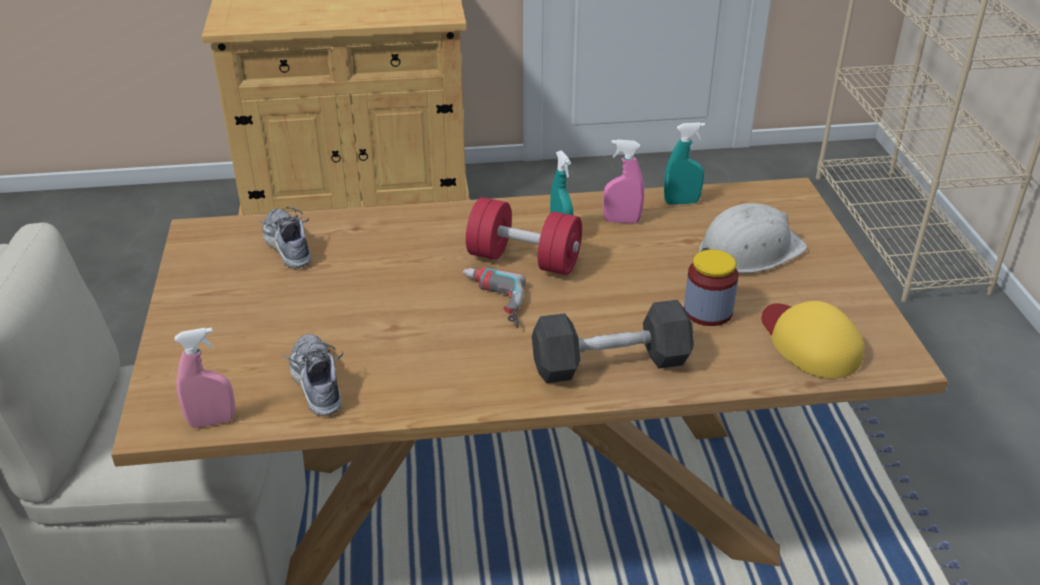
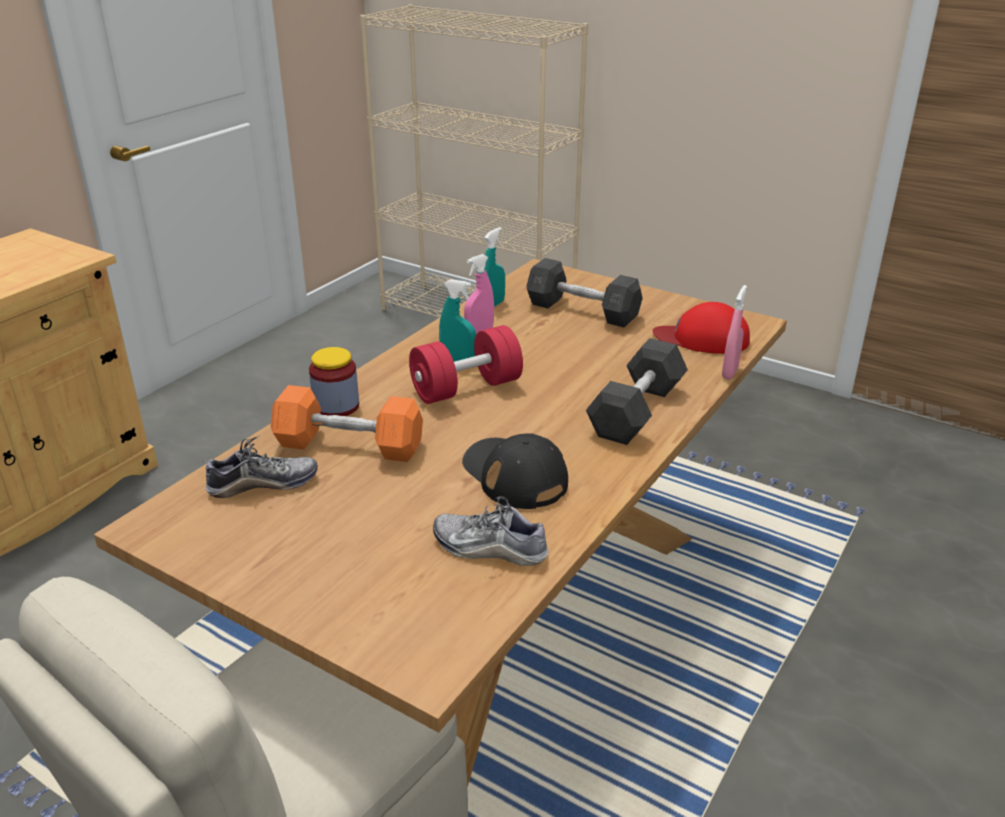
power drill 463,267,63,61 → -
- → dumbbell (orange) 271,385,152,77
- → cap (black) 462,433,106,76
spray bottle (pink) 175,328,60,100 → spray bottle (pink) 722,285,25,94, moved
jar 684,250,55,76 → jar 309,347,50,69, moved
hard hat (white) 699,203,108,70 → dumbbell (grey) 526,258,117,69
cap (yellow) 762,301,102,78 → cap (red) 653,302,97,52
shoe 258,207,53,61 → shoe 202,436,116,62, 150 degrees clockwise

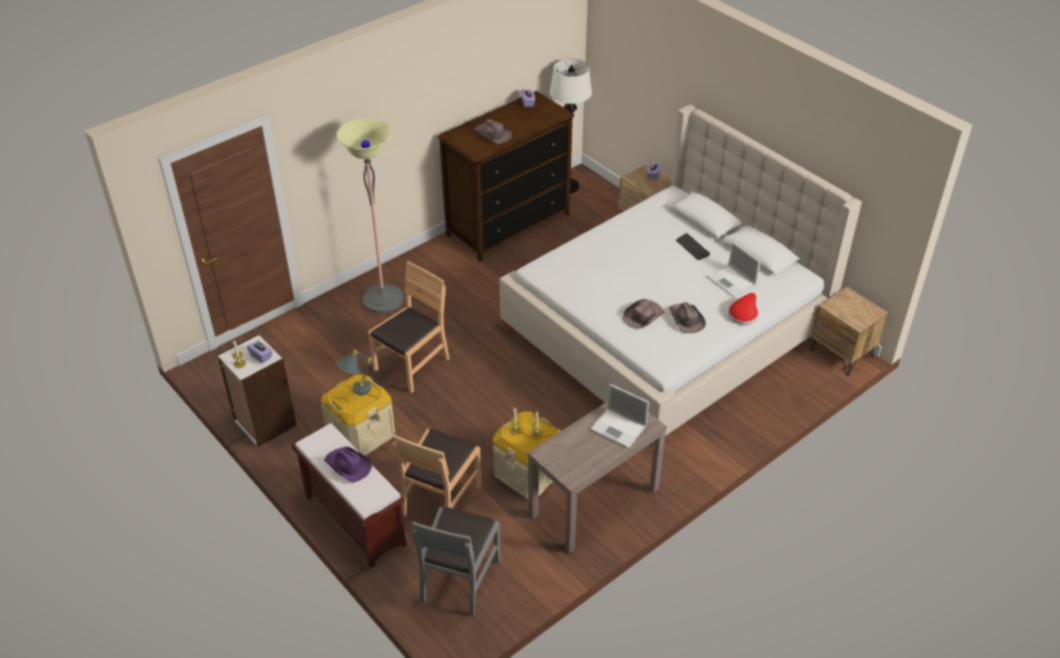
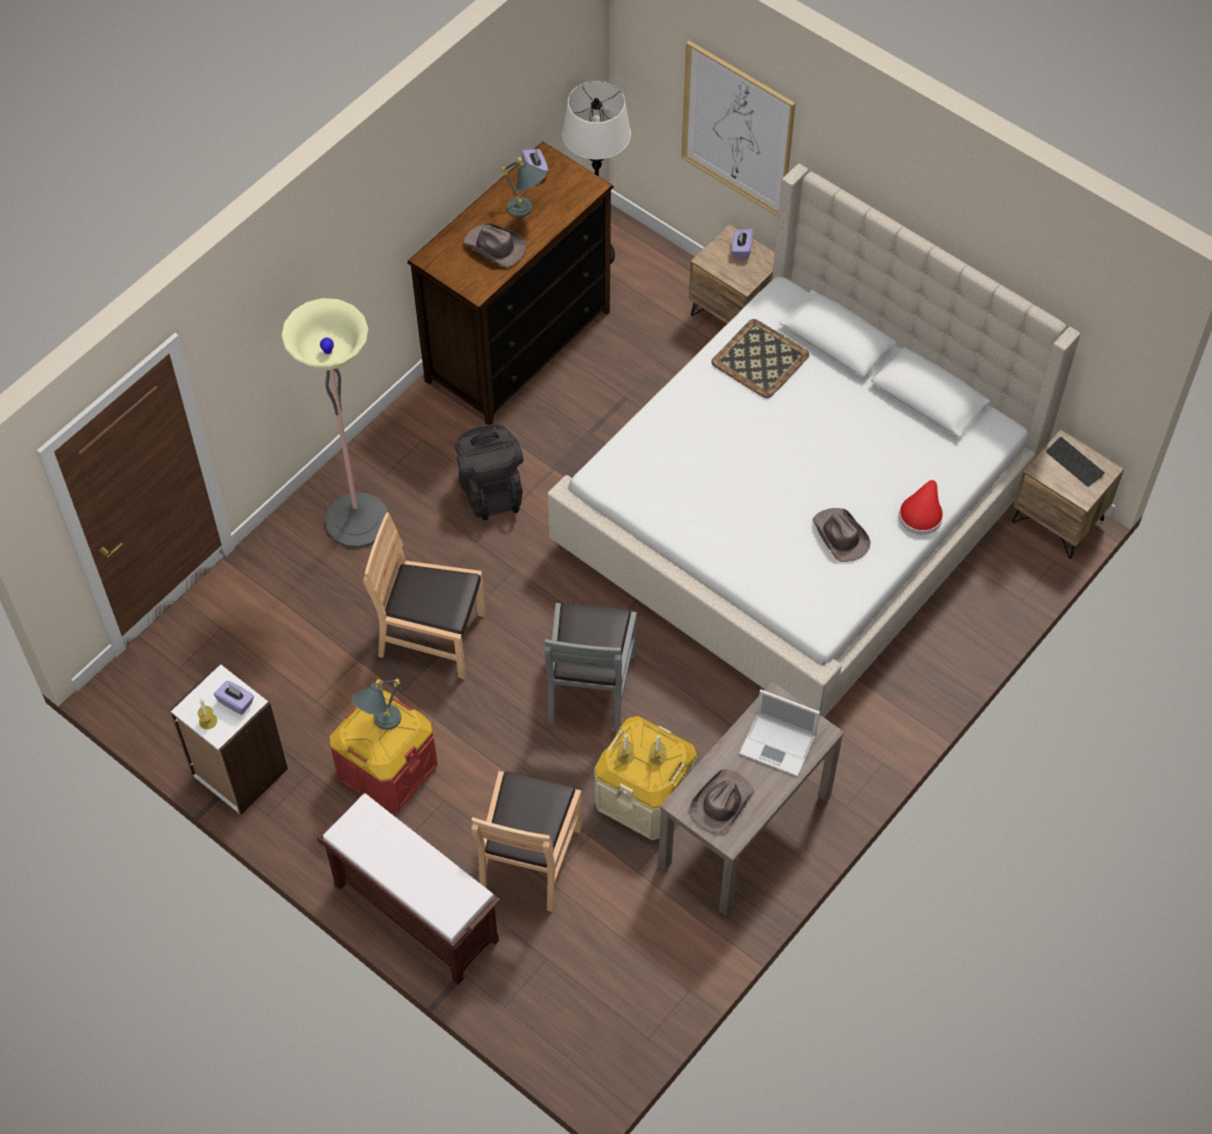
hat (purple) 324,447,48,36 → -
laptop 707,242,53,55 → -
- → backpack (black) 455,425,69,96
- → table lamp (grey) 501,157,45,60
- → picture 681,40,114,177
- → tray 711,319,98,79
chair (grey) 412,507,88,110 → chair (grey) 544,602,93,130, moved
hat (brown) 622,299,42,30 → hat (brown) 689,769,65,64, moved
keyboard 676,233,34,27 → keyboard 1046,437,58,50, moved
storage box (beige) 321,374,74,82 → storage box (red) 329,690,109,123
chair (brown) 368,261,82,133 → chair (brown) 363,512,122,167, 105 degrees counterclockwise

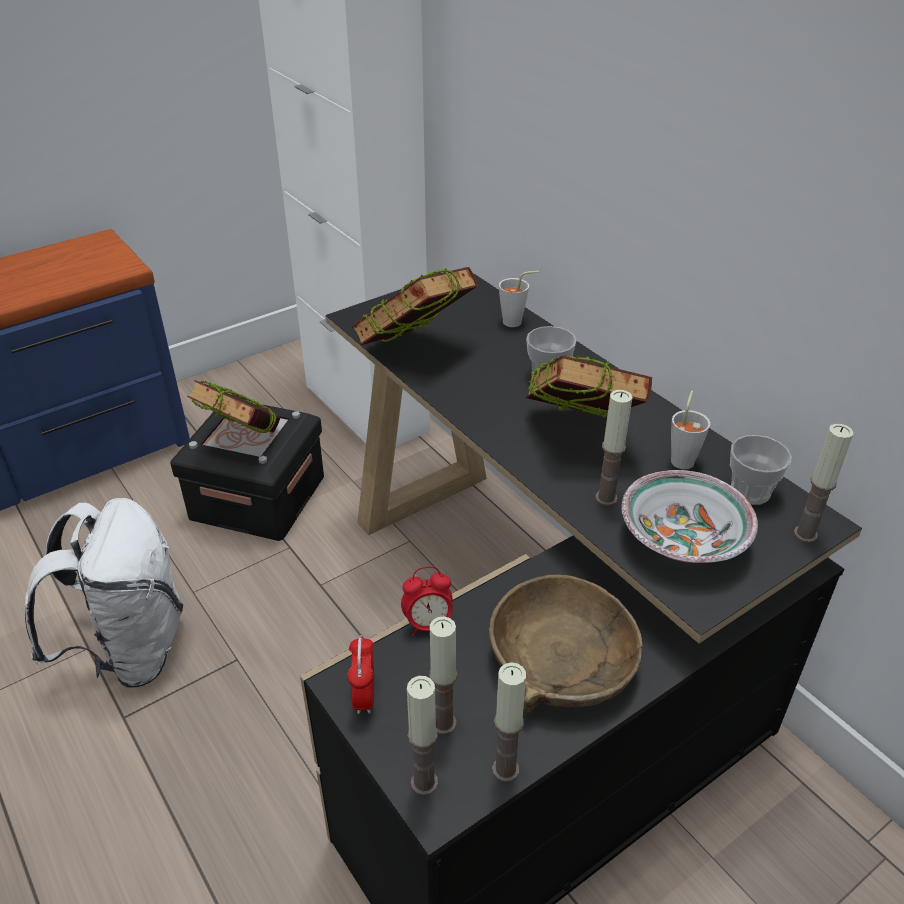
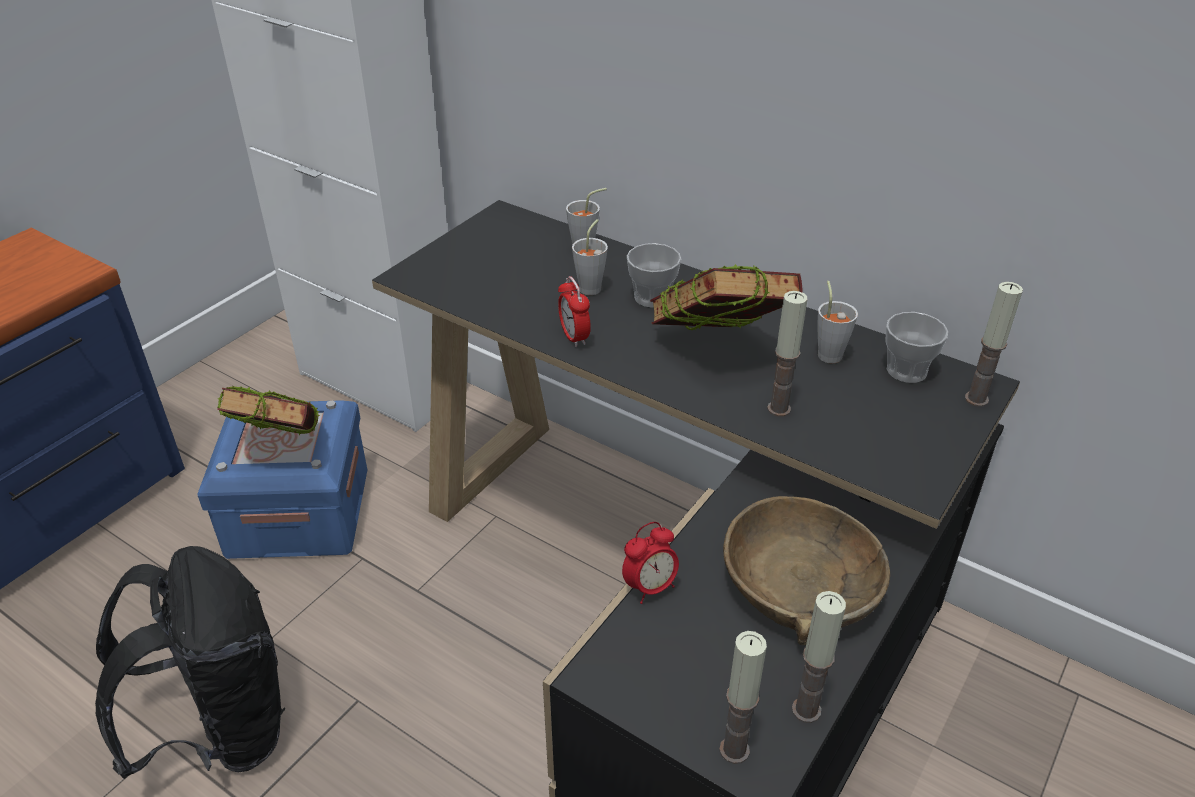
book 351,267,127,79 → -
candle 429,616,28,119 → -
bowl 621,470,137,93 → -
- → cup (grey) 572,219,36,76
alarm clock 347,635,27,79 → alarm clock 558,276,33,71, moved
backpack (white) 25,498,158,190 → backpack (black) 95,546,190,233
storage box (black) 170,405,154,136 → storage box (blue) 197,400,170,159

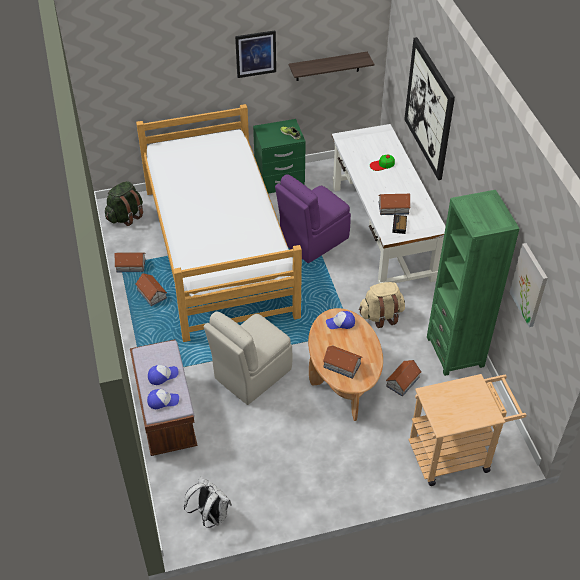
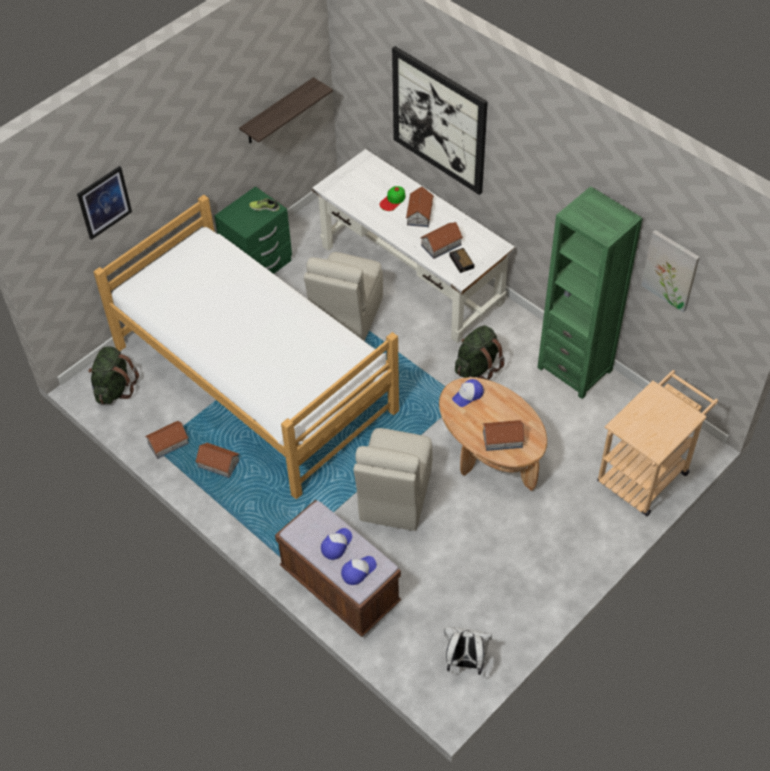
picture 235,30,41,48 → picture 77,166,55,74, moved
toy house 386,360,35,36 → toy house 406,186,28,41, moved
chair (purple) 275,174,76,89 → chair (beige) 304,252,79,89
backpack (beige) 359,282,46,46 → backpack (green) 455,325,50,55

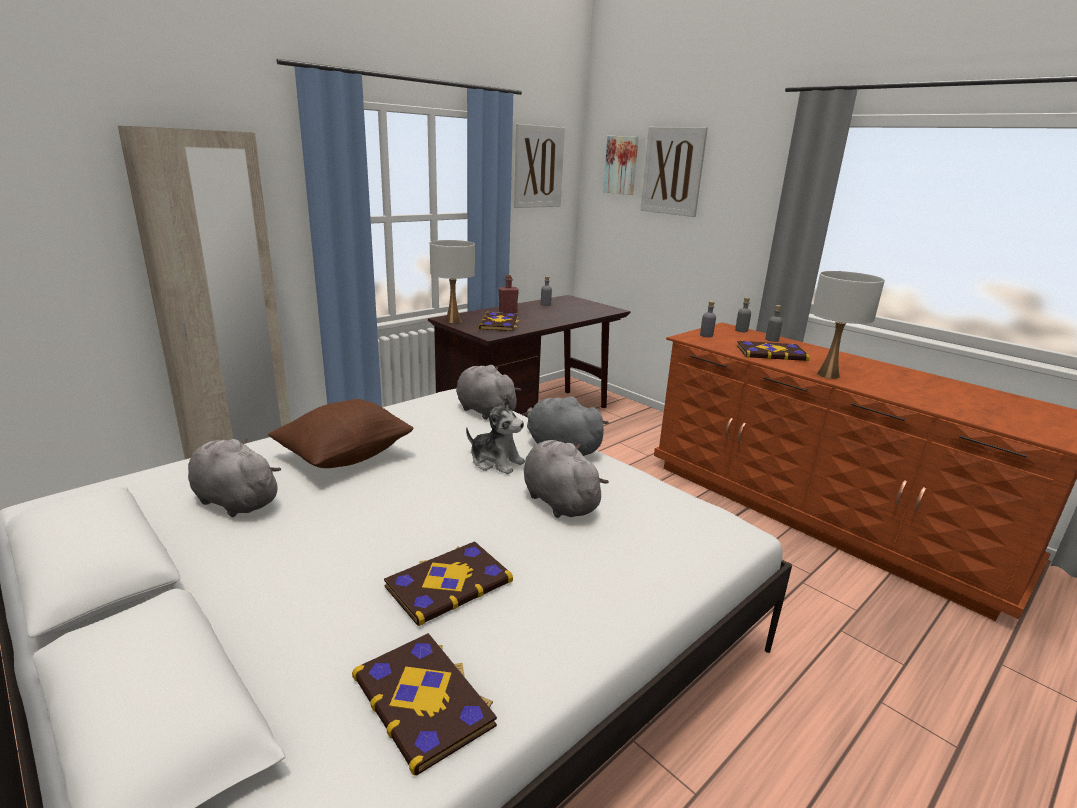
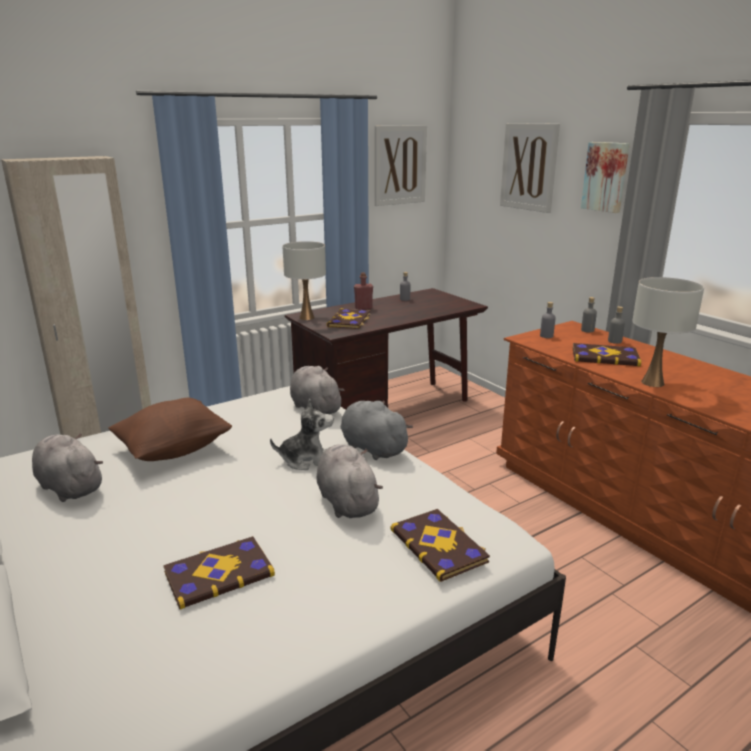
book 352,633,145,142 → book 391,509,99,73, moved
picture 603,136,36,59 → picture 581,142,49,71, moved
plush toy 466,397,59,77 → plush toy 270,399,64,71, 45 degrees counterclockwise

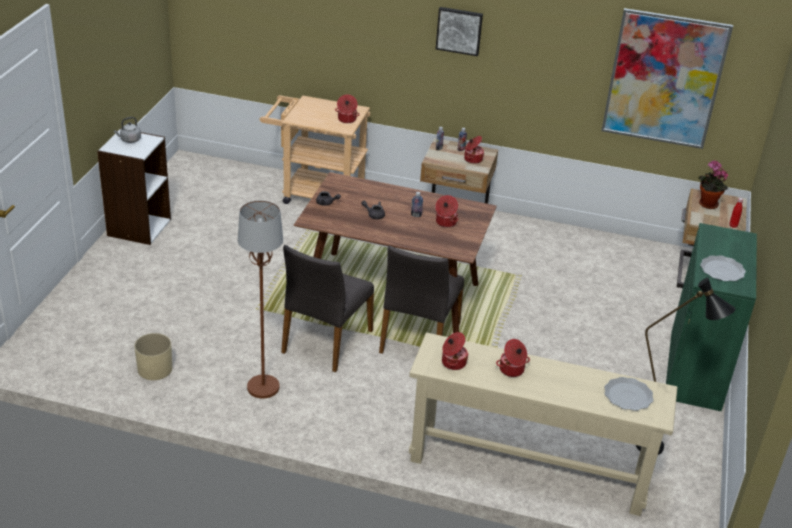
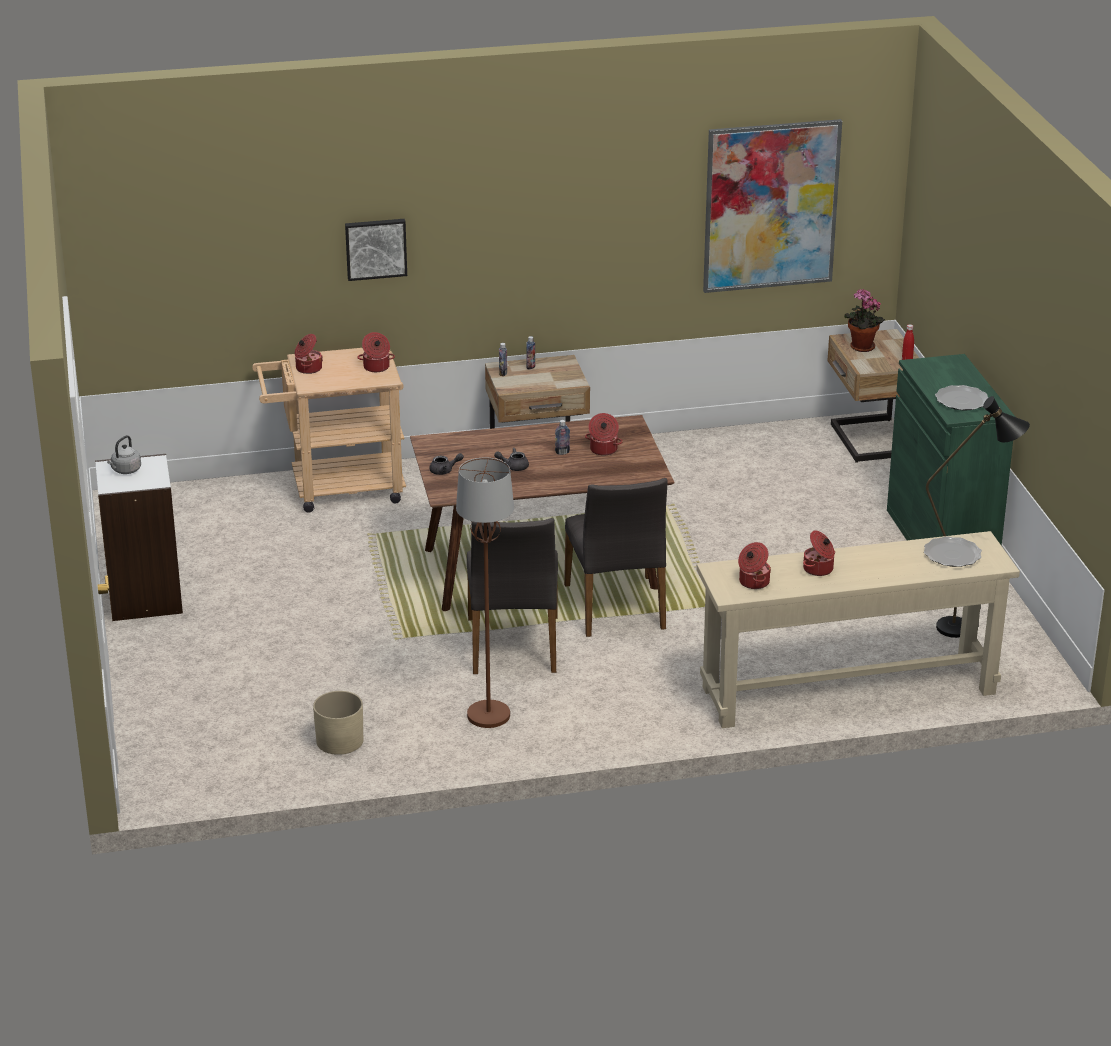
picture 436,7,47,49 → picture 345,219,62,62, moved
cooking pot 464,136,20,28 → cooking pot 295,334,28,40, moved

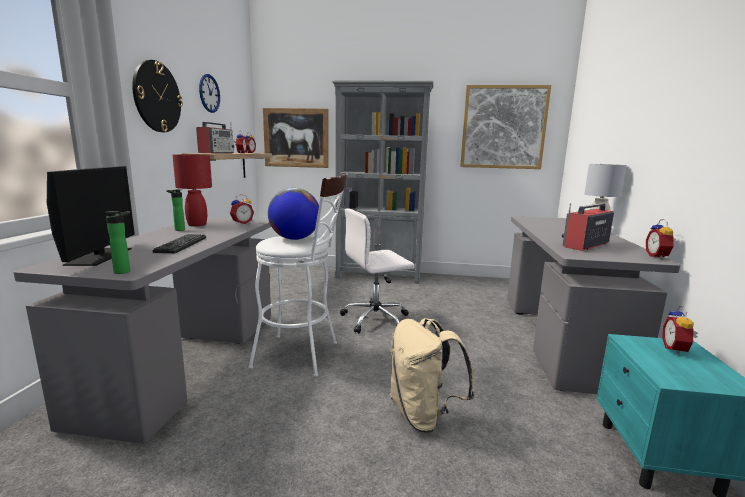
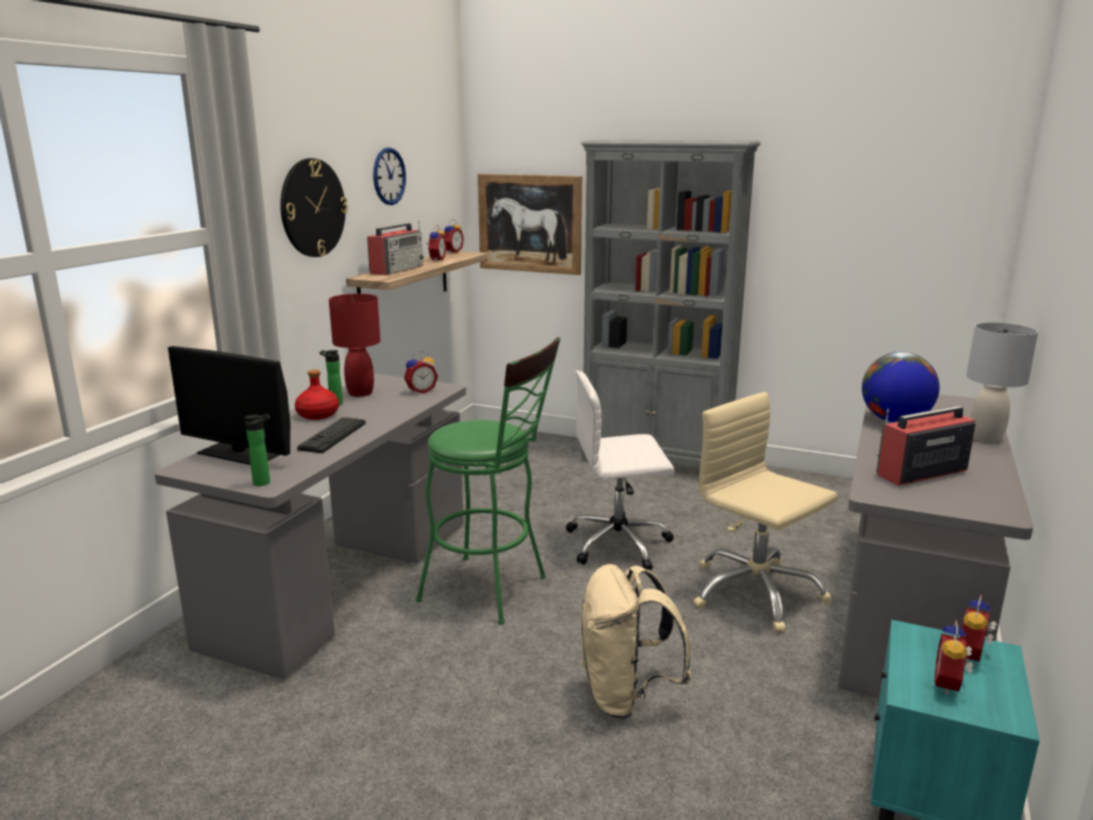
picture 460,85,91,84 → -
- → bottle (red) 295,370,44,50
- → office chair (beige) 694,392,144,240
globe 268,188,51,52 → globe 862,352,78,70, moved
alarm clock 646,219,30,40 → alarm clock 935,620,39,75, moved
stool (white) 248,174,99,203 → stool (green) 416,337,145,287
monitor 47,166,88,100 → monitor 168,346,122,119, 105 degrees clockwise

